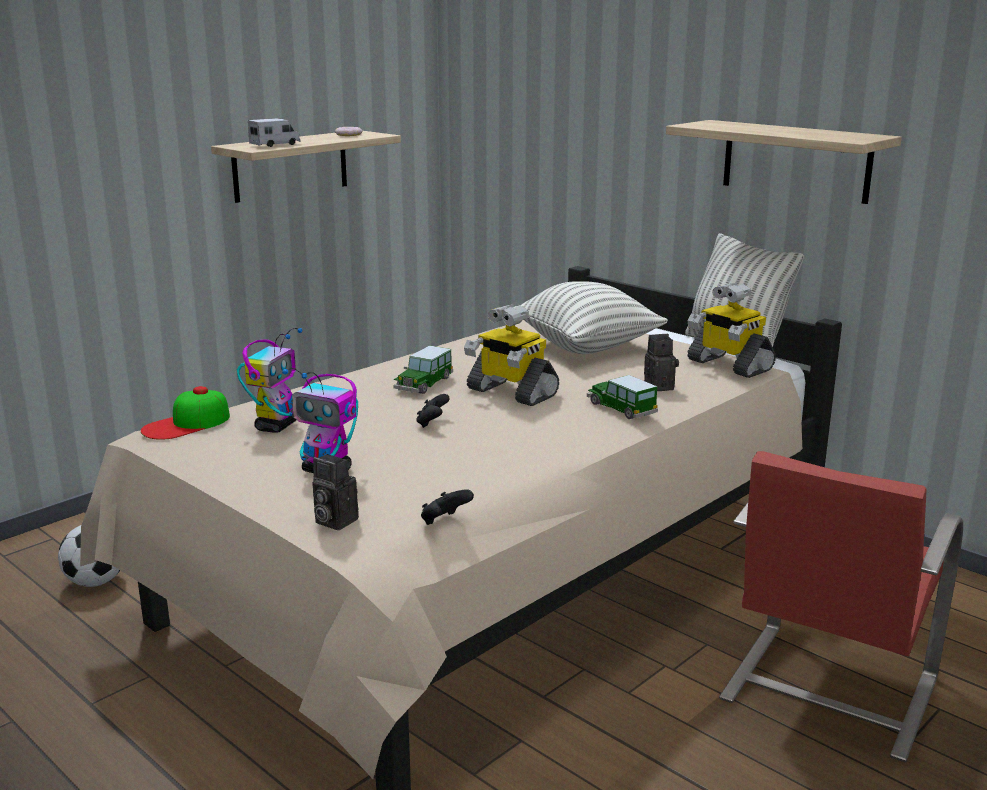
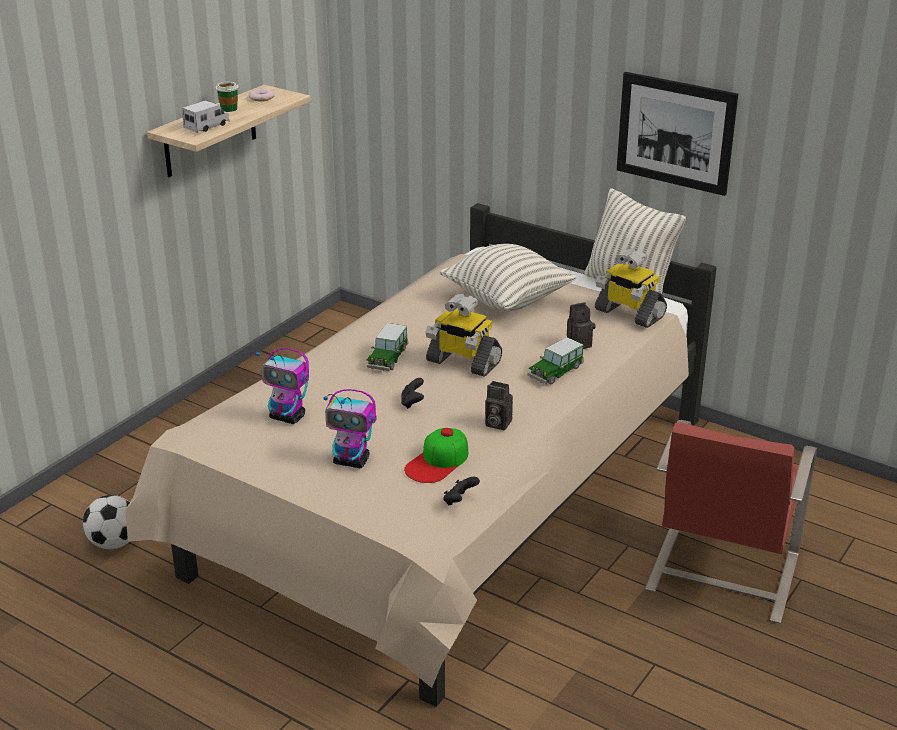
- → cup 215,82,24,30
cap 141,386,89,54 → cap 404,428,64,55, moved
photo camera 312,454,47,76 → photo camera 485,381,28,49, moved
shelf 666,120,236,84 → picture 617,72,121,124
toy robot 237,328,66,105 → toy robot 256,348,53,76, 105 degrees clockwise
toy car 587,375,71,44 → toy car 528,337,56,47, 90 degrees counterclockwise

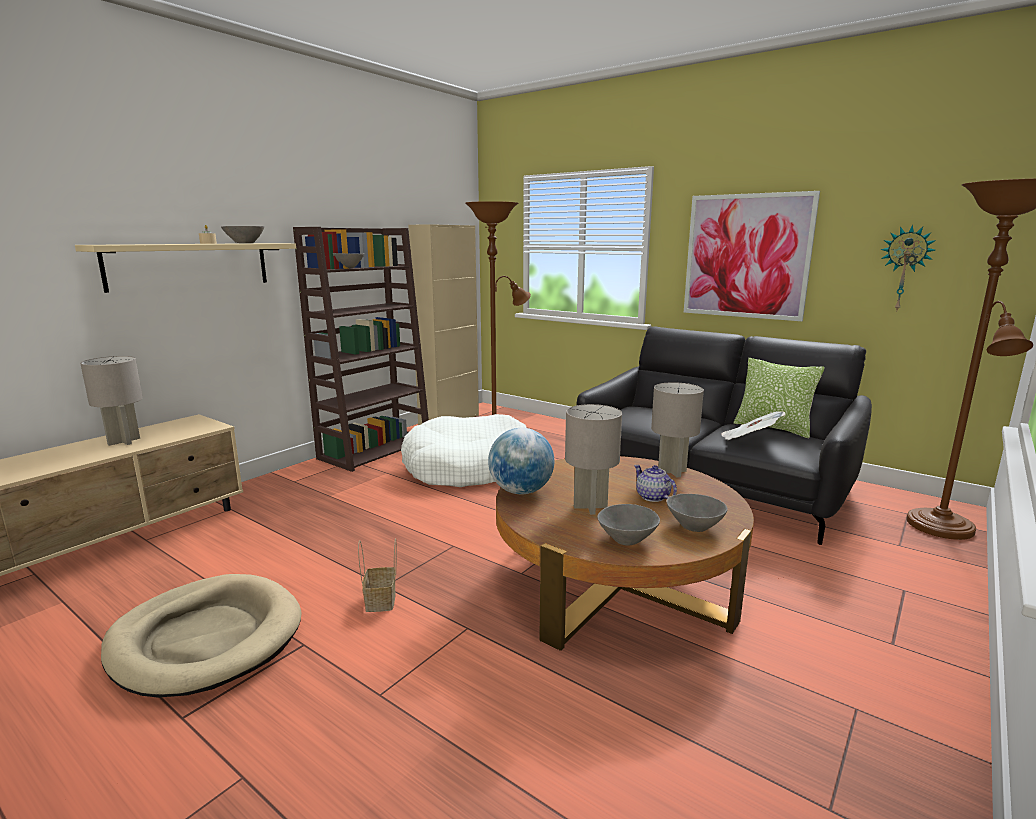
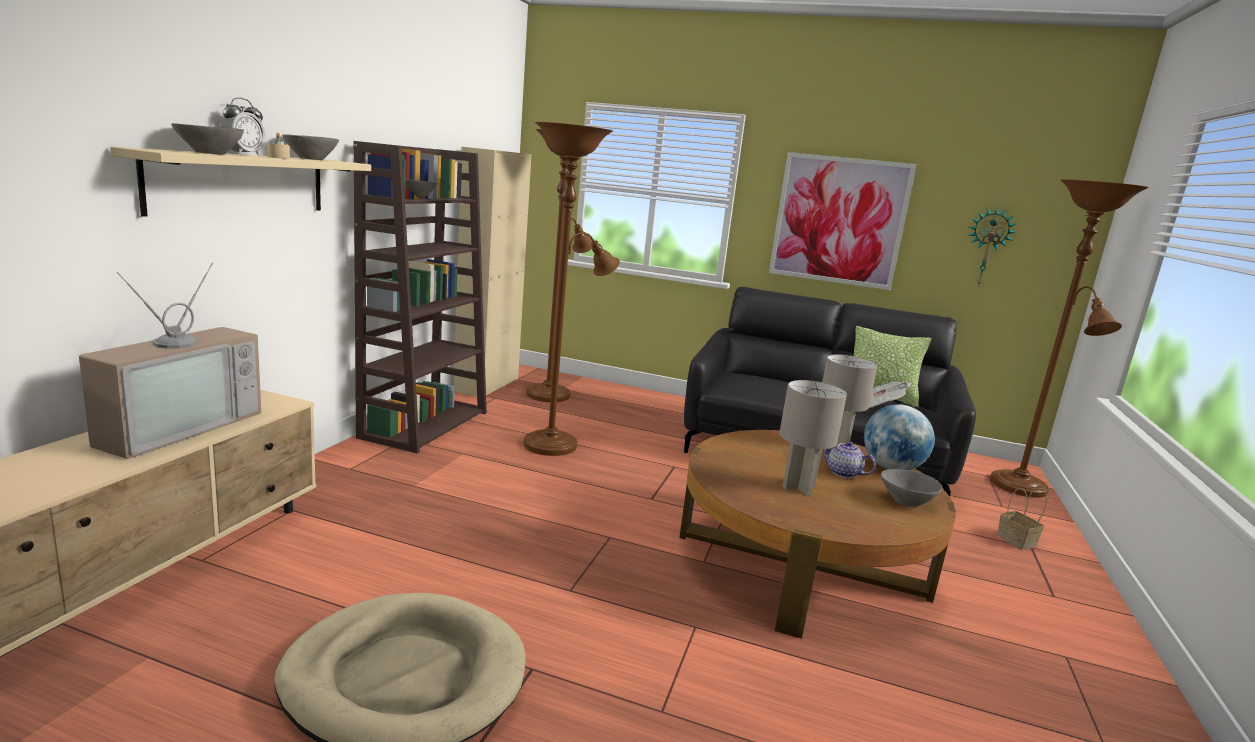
- → alarm clock 220,98,46,58
basket 358,538,39,74 → basket 997,485,50,64, moved
globe 488,428,66,66 → globe 864,404,71,66, moved
bowl (grey) 597,504,63,42 → bowl (grey) 171,123,73,32, moved
table lamp (grey) 80,356,63,90 → television 79,263,182,196
dog bed (white) 401,414,126,73 → floor lamp (brown) 524,122,96,334

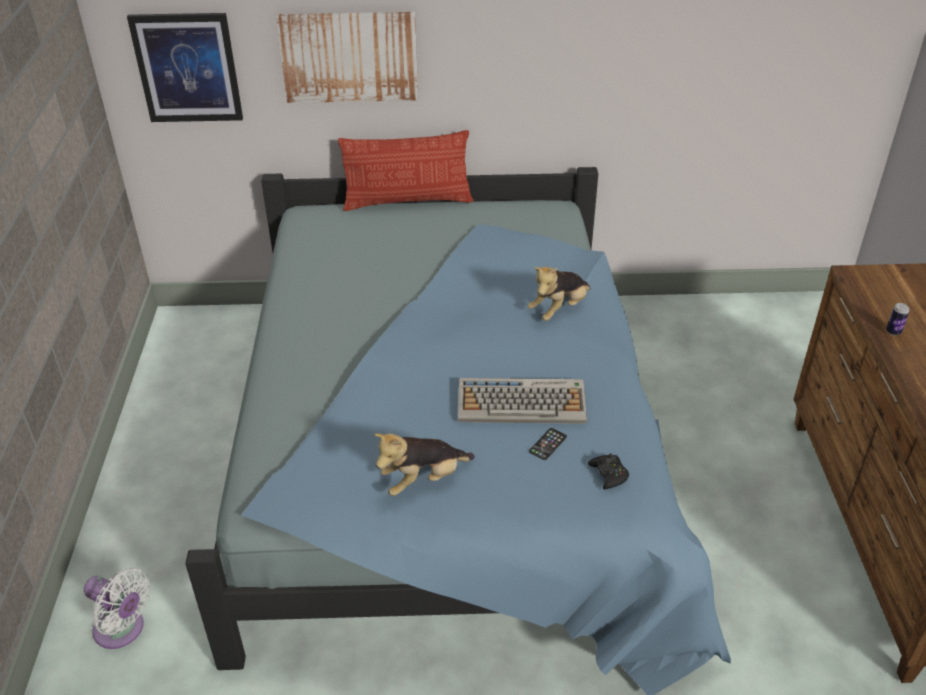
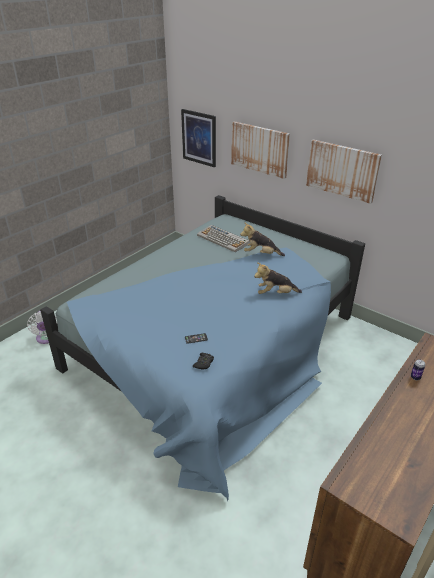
pillow 338,130,135,81 → -
- → picture 306,139,76,65
plush toy 374,433,101,63 → plush toy 240,222,45,34, moved
keyboard 458,378,129,46 → keyboard 197,225,53,27, moved

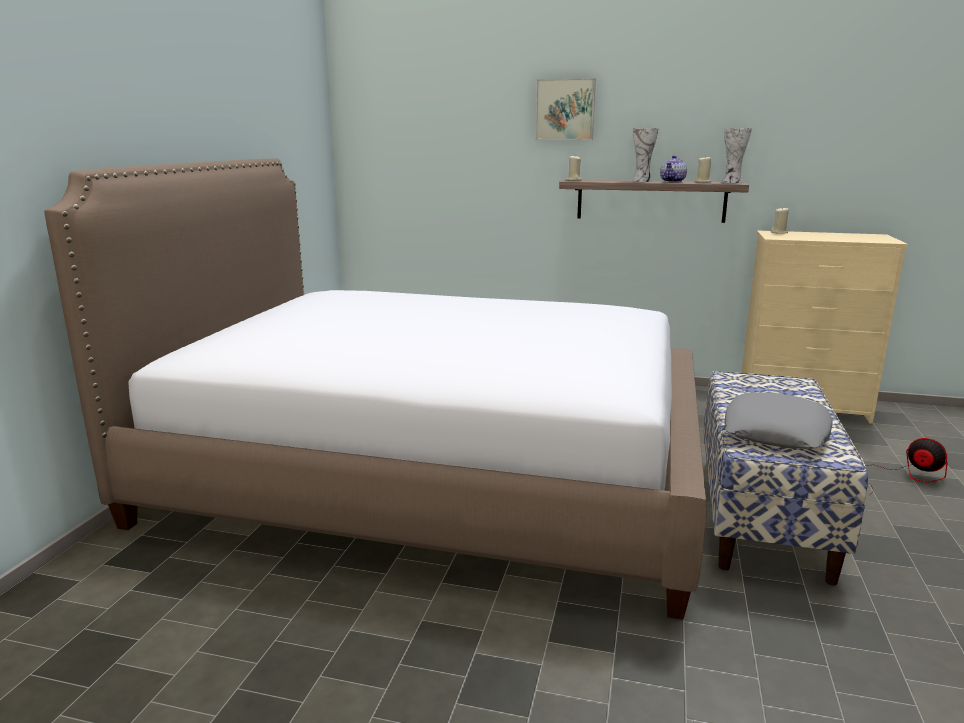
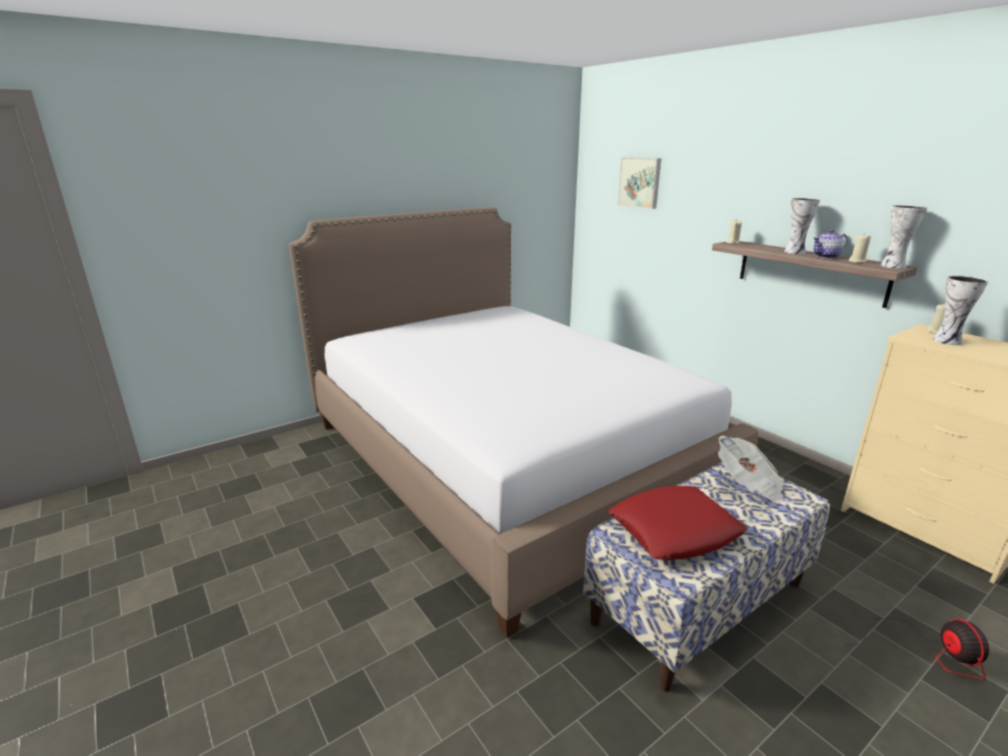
- → newspaper 718,435,66,69
- → vase 932,276,56,69
picture 535,78,61,62 → picture 618,157,43,52, moved
pillow (grey) 724,392,108,57 → pillow (red) 608,486,140,74

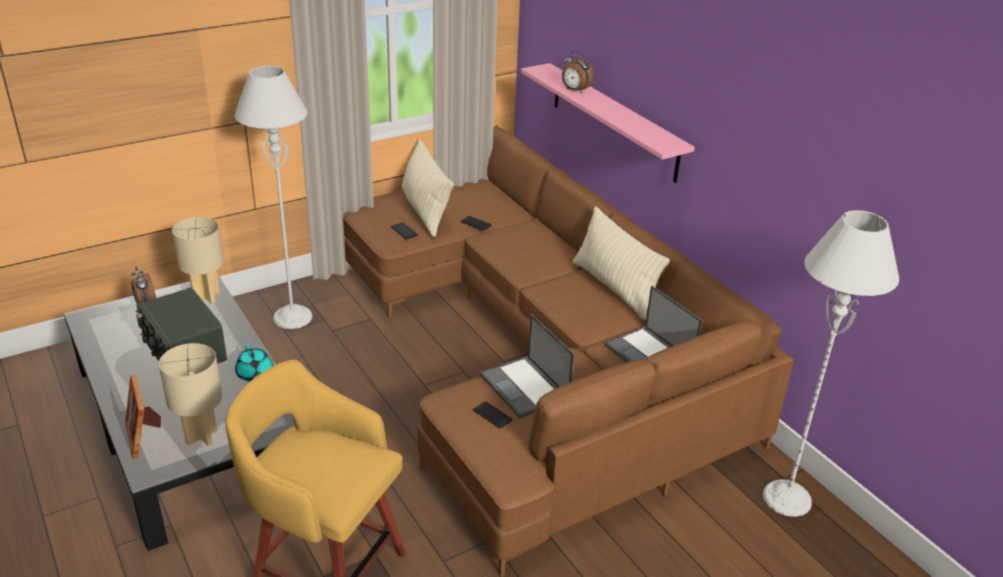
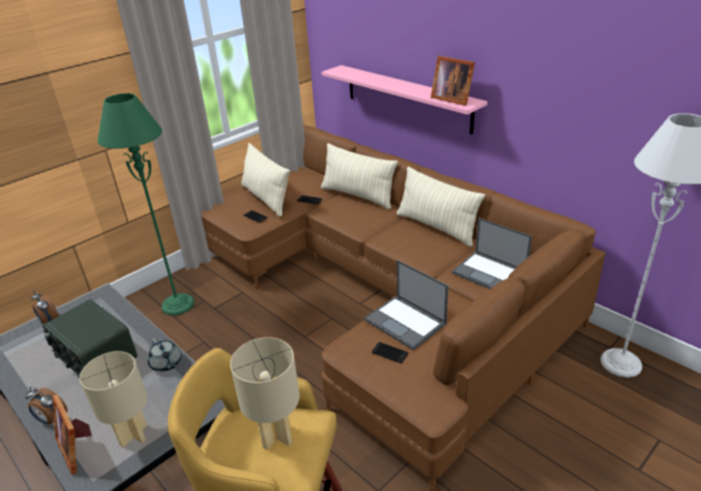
- → pillow (beige) 321,143,77,66
- → picture frame 431,56,44,50
table lamp (beige) 172,217,52,87 → table lamp (beige) 230,337,70,113, moved
alarm clock 562,50,32,43 → alarm clock 25,386,43,38, moved
floor lamp (grey) 235,66,77,263 → floor lamp (green) 98,93,96,222
teapot (turquoise) 235,344,38,38 → teapot (grey) 147,338,35,34

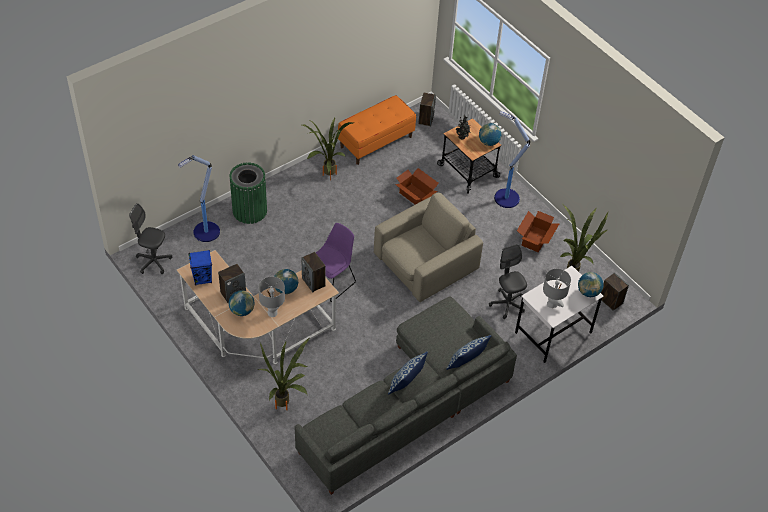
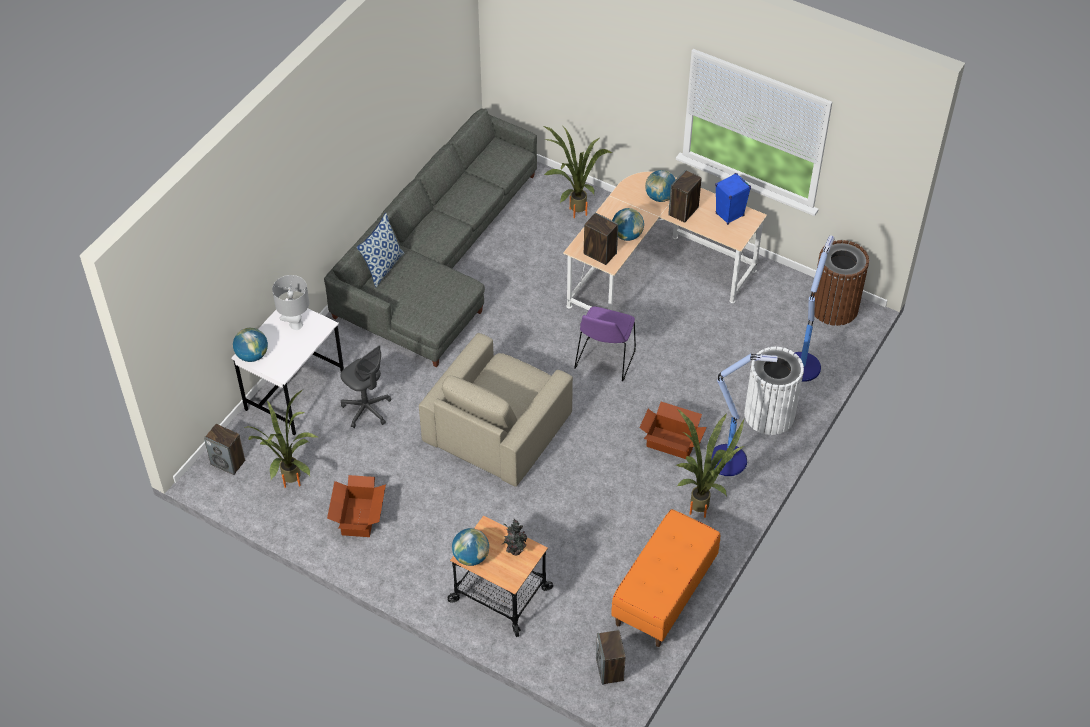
table lamp (grey) 258,277,27,40 → -
pillow 388,351,40,43 → -
cardboard box 395,168,44,36 → cardboard box 639,402,68,57, moved
floor lamp 494,111,36,97 → floor lamp 711,354,67,122, moved
office chair (grey) 129,203,43,71 → trash can (brown) 812,240,57,86
trash can (green) 229,162,38,62 → trash can (white) 744,347,60,88

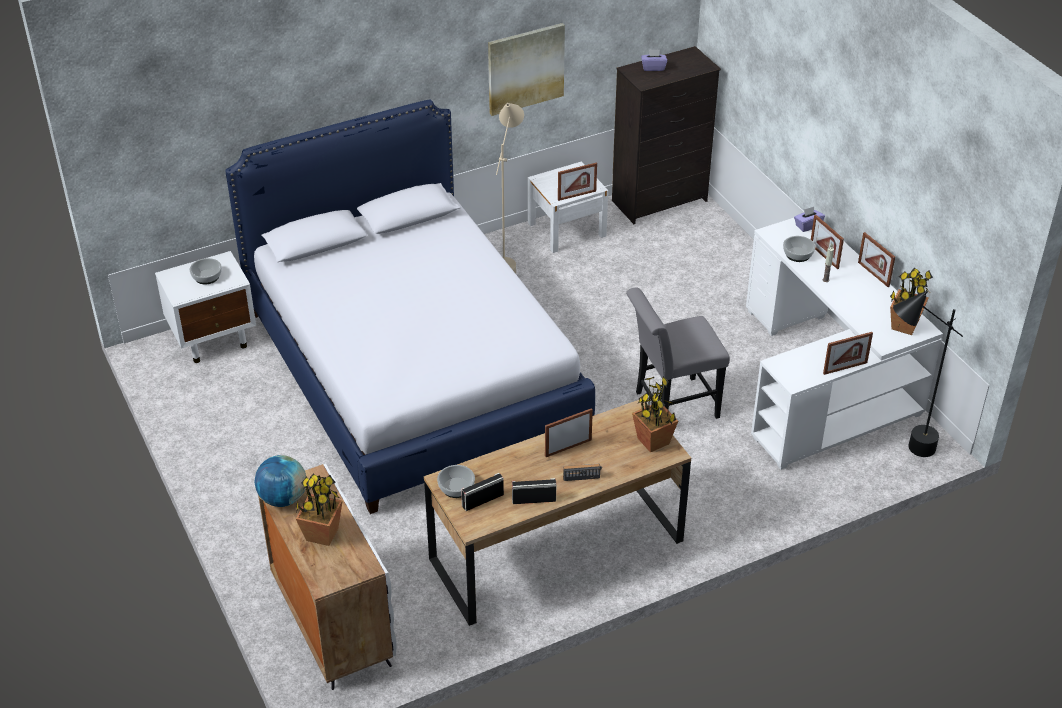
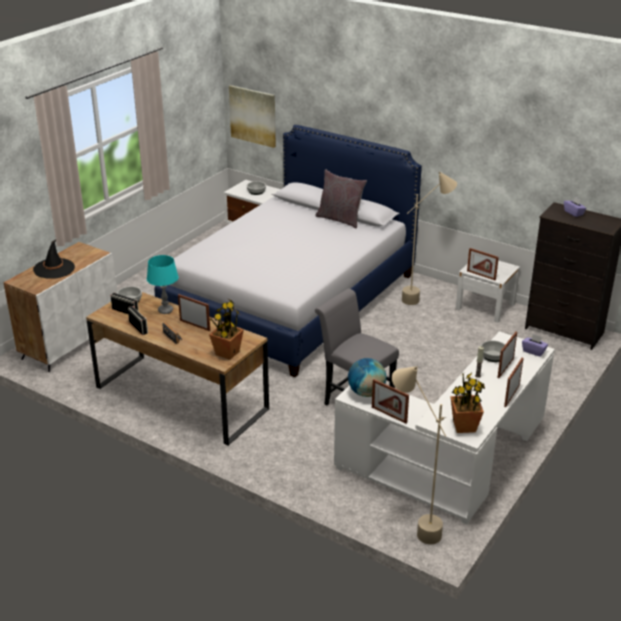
- → table lamp (turquoise) 147,255,32,59
- → pillow (grey) 315,169,52,60
globe 254,455,52,52 → globe 348,358,39,39, moved
picture 488,23,77,93 → picture 229,85,47,63, moved
potted plant 296,474,47,72 → hat (black) 33,240,42,39
floor lamp (black) 893,291,70,166 → floor lamp (beige) 392,366,55,178

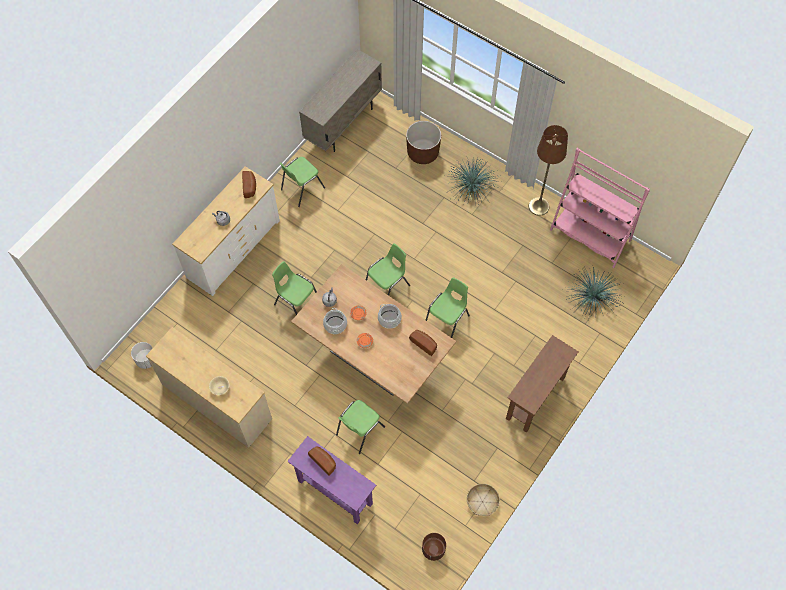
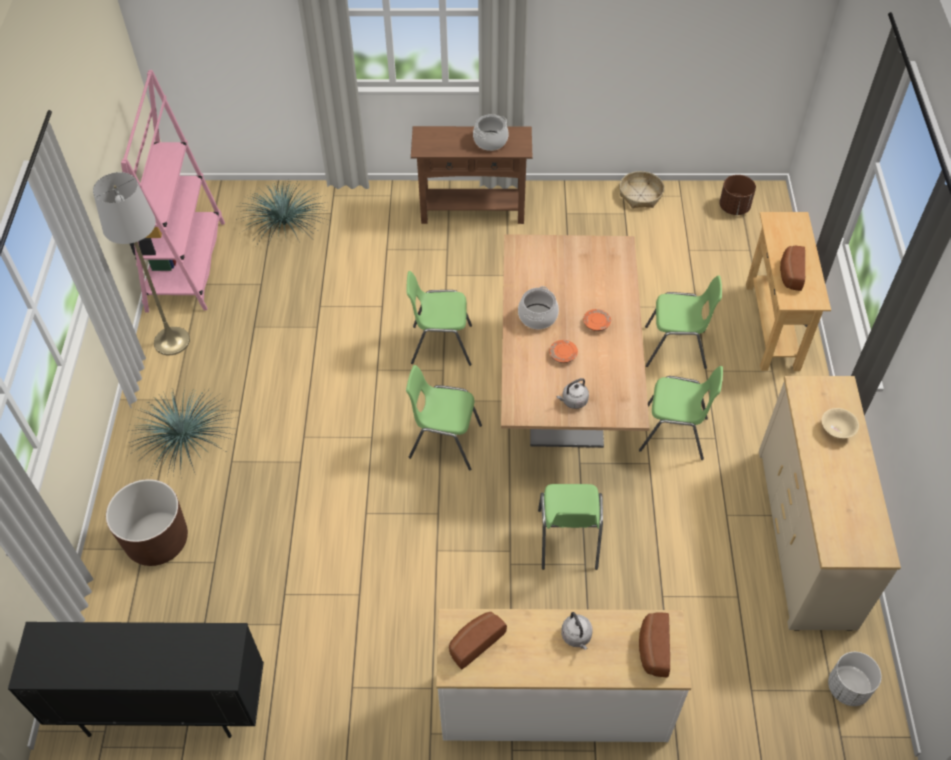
chair (green) 280,157,45,50 → chair (green) 639,366,84,94, moved
cooking pot 323,308,24,26 → cooking pot 473,114,35,37, moved
bread 409,330,28,26 → bread 639,612,31,66, moved
console table (purple) 287,436,89,88 → console table (beige) 746,212,85,159
cabinet (beige) 299,49,83,103 → cabinet (black) 8,622,256,116
floor lamp (brown) 529,125,39,91 → floor lamp (grey) 93,172,97,183

